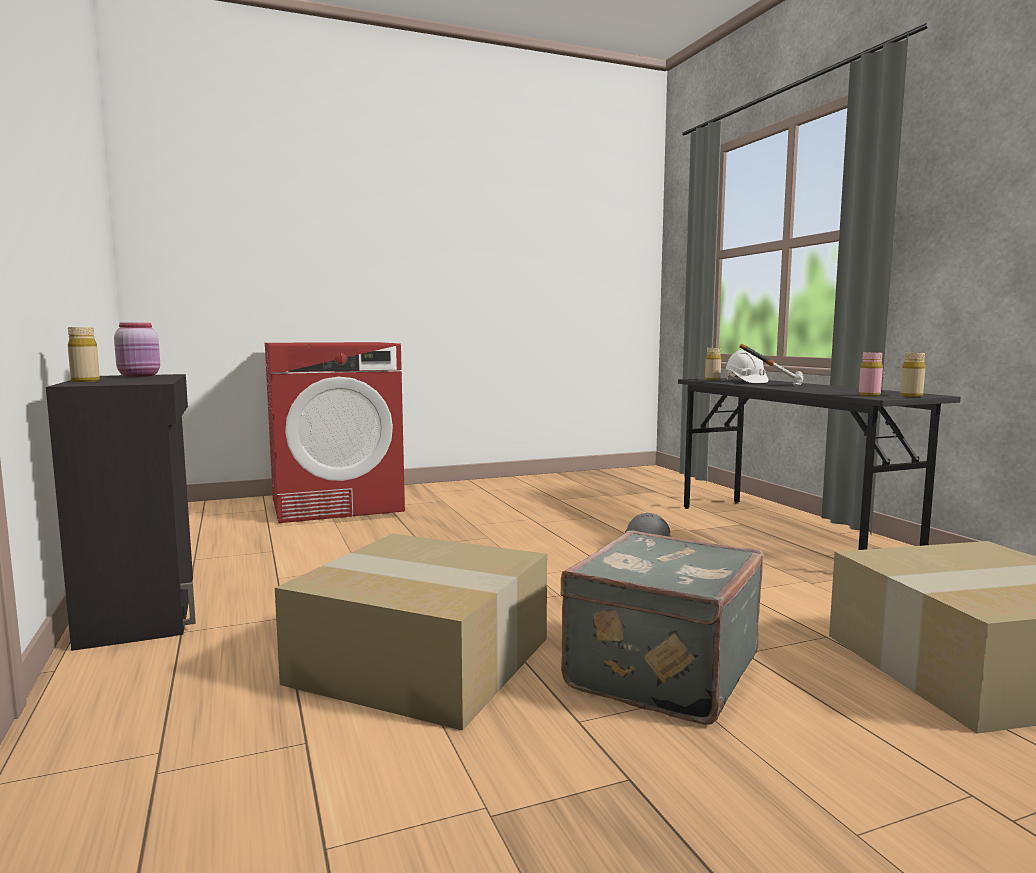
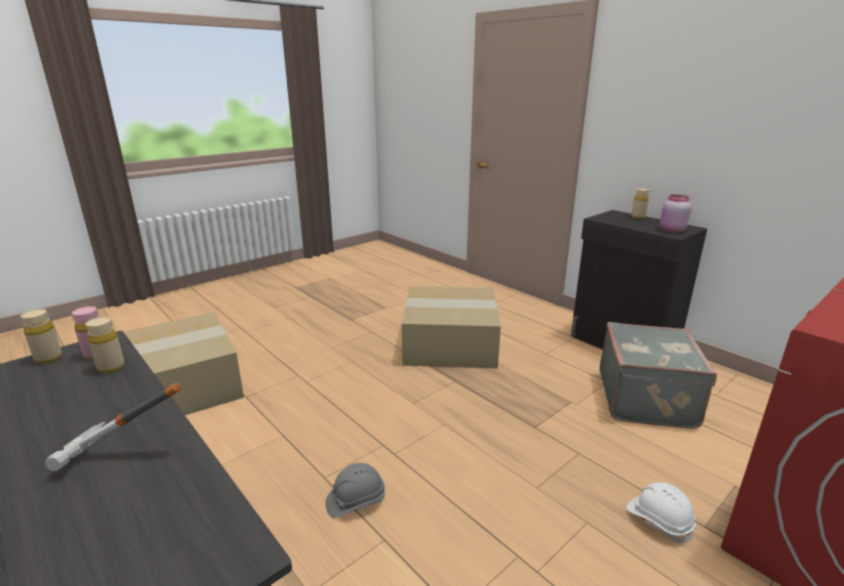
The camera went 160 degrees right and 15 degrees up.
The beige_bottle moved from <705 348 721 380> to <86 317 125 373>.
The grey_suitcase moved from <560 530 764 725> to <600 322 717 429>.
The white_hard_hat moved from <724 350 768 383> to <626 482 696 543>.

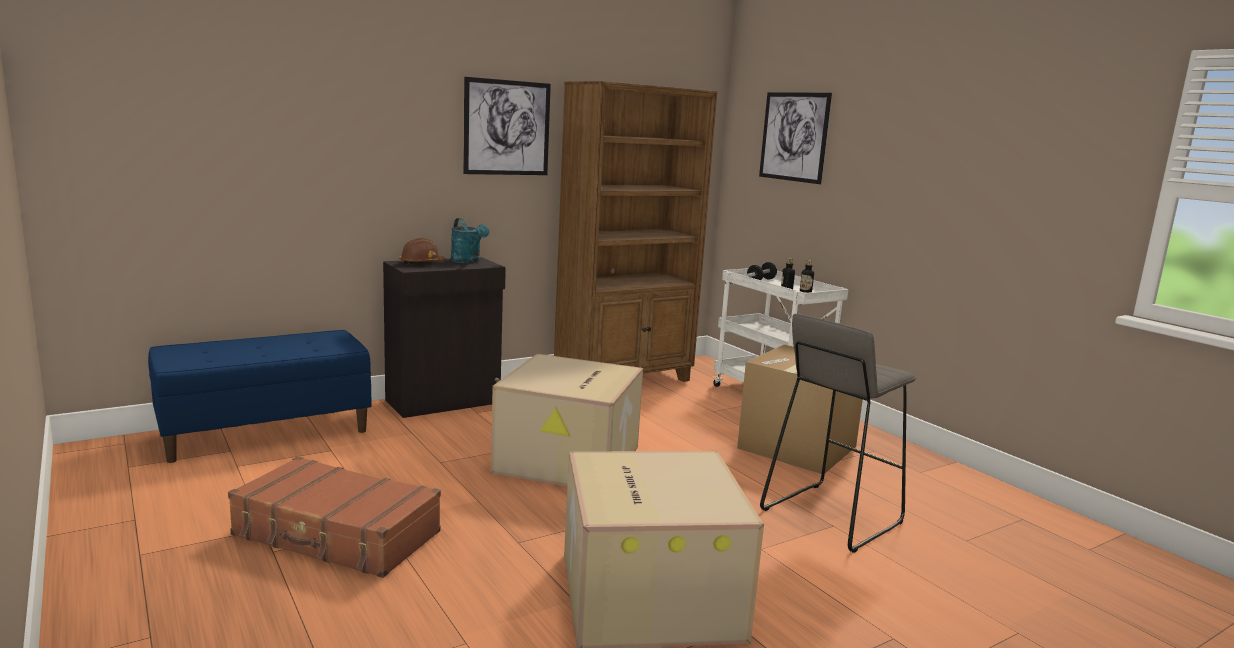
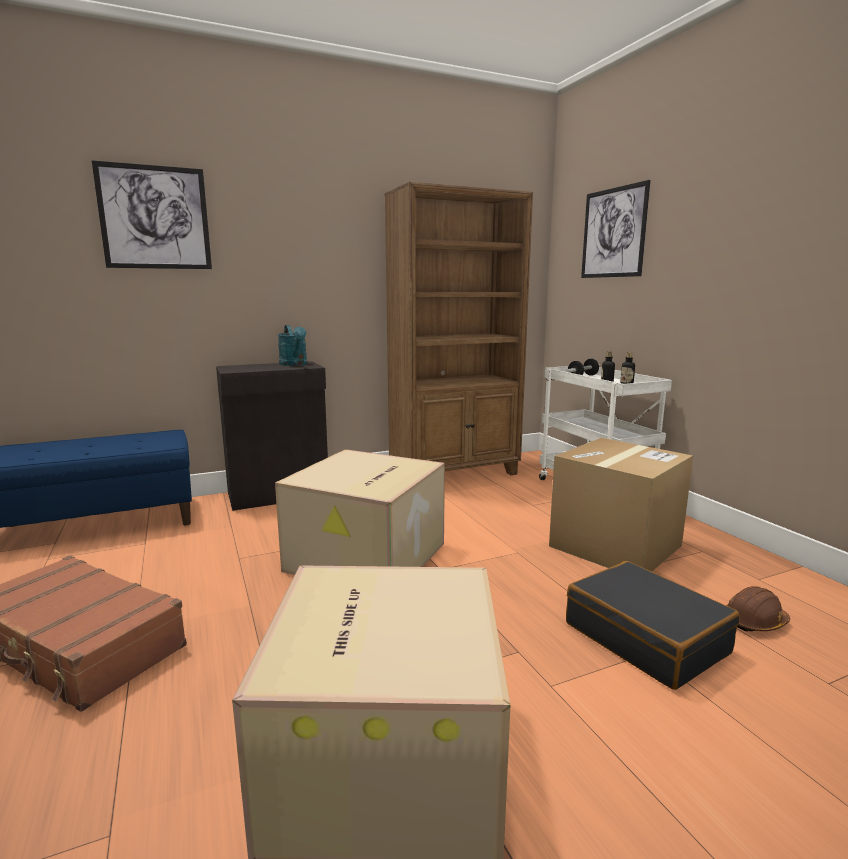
The camera went 10 degrees right and 0 degrees up.
The picture moved from <463 77 551 175> to <92 160 212 269>.
The grey_stool at <760 314 916 553> was replaced by the black_suitcase at <566 561 740 690>.
The brown_hard_hat moved from <399 238 446 265> to <726 586 790 632>.

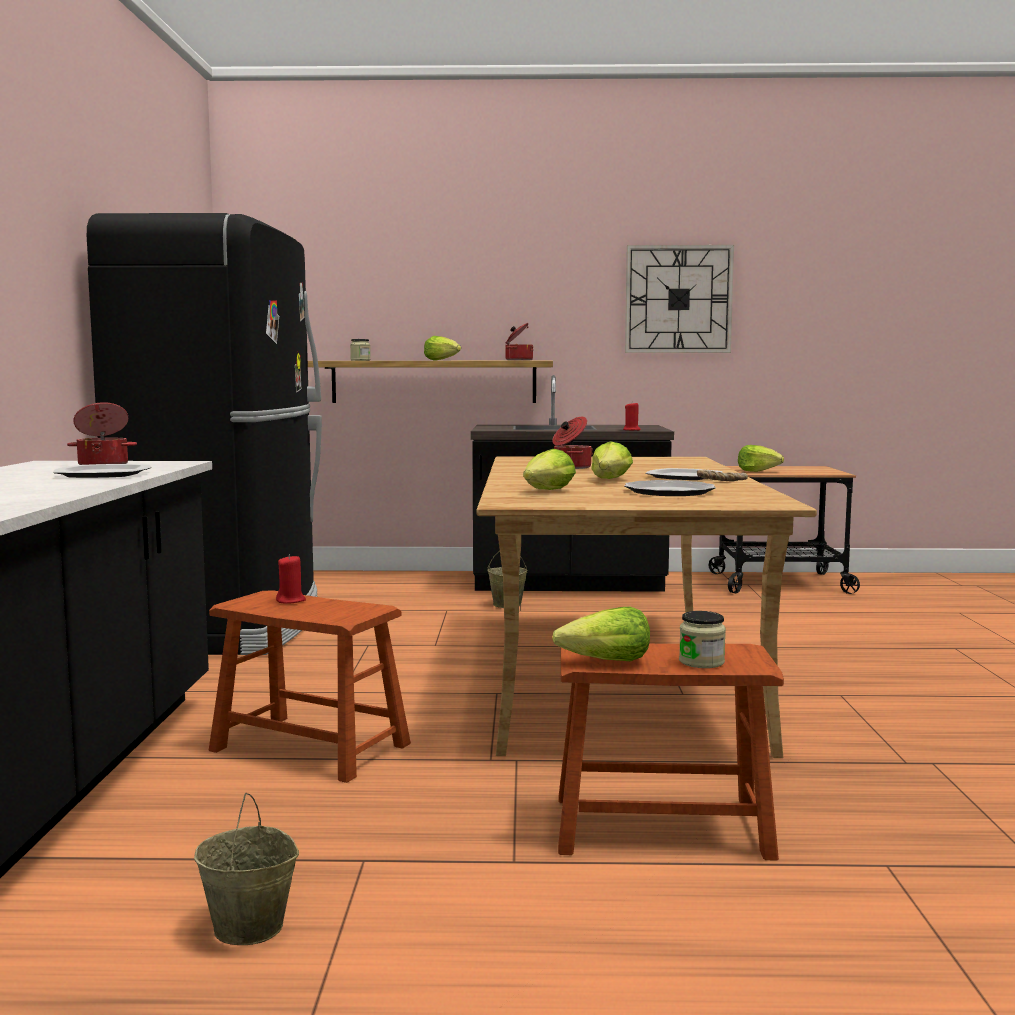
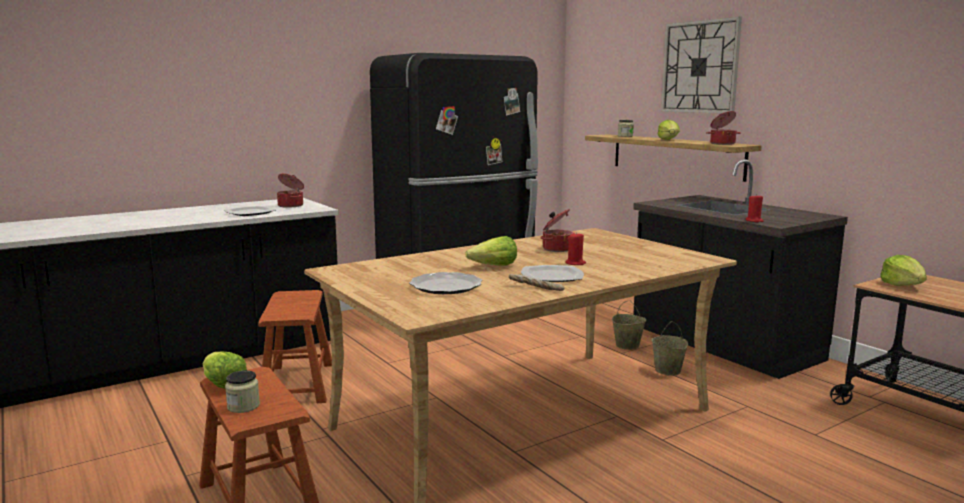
The camera went 55 degrees right and 5 degrees up.
The red_candle moved from <276 554 306 603> to <565 232 586 265>.
The beige_bucket moved from <194 793 299 945> to <652 321 688 376>.
The wall_clock moved from <625 245 734 353> to <661 17 742 114>.
The lettuce at <523 449 576 490> disappeared.

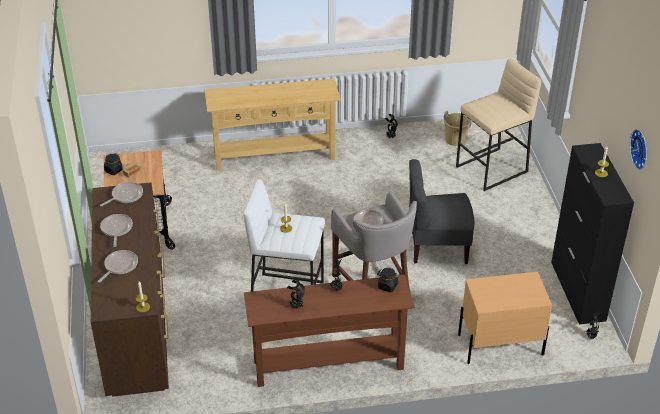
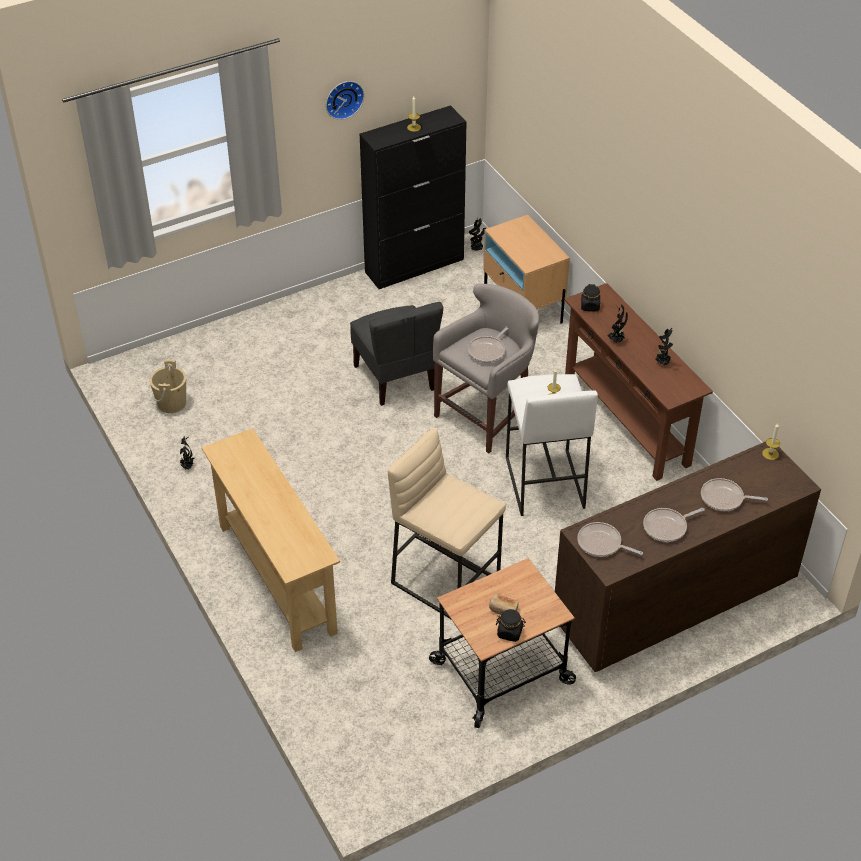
The camera went 110 degrees left and 5 degrees up.
The wall_clock moved from <630 129 647 170> to <326 81 364 120>.
The beige_stool moved from <456 58 542 191> to <388 428 506 619>.

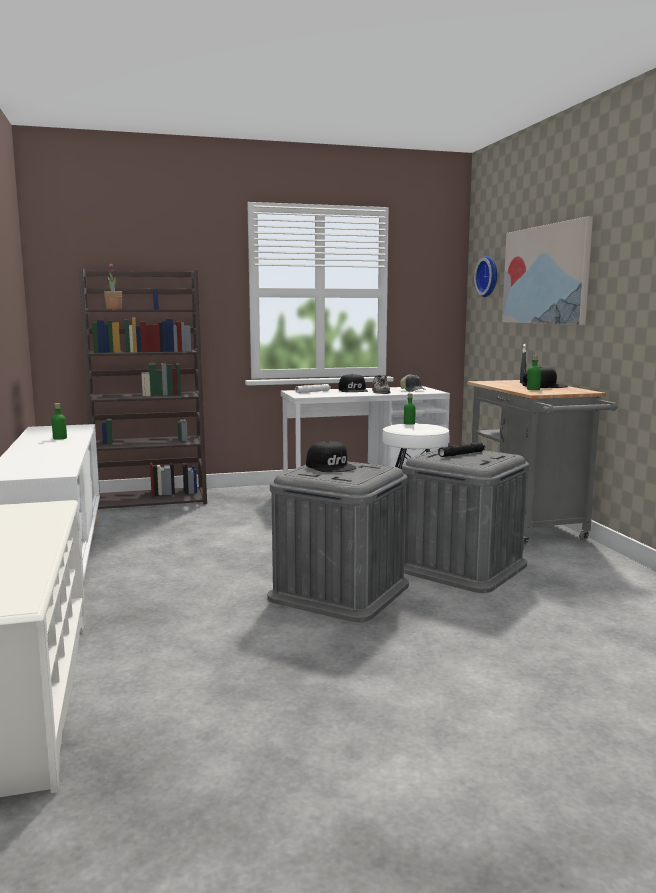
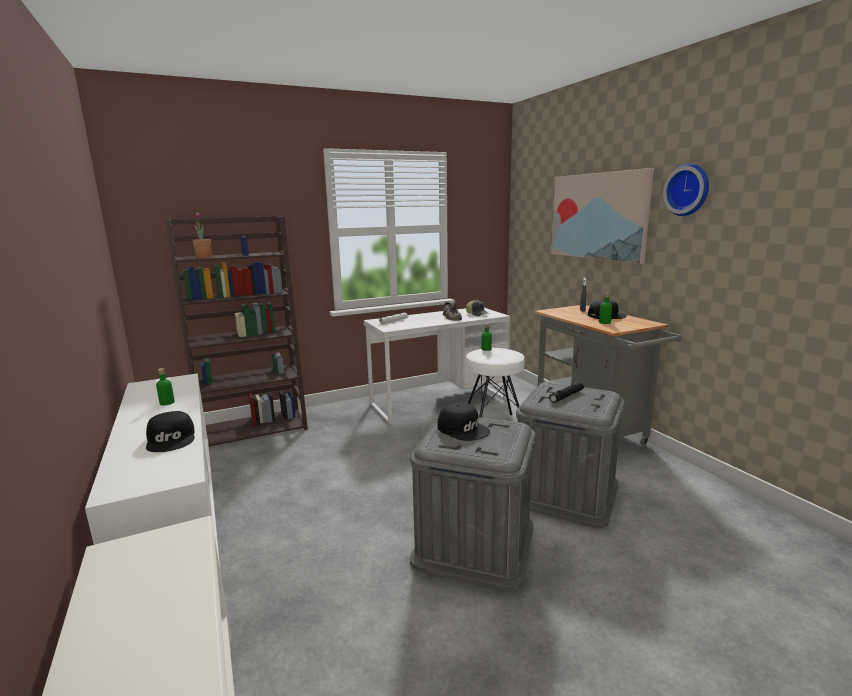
The camera went 10 degrees left and 5 degrees up.
The black_cap moved from <338 374 368 392> to <146 411 195 452>.
The wall_clock moved from <474 256 497 297> to <663 164 709 216>.

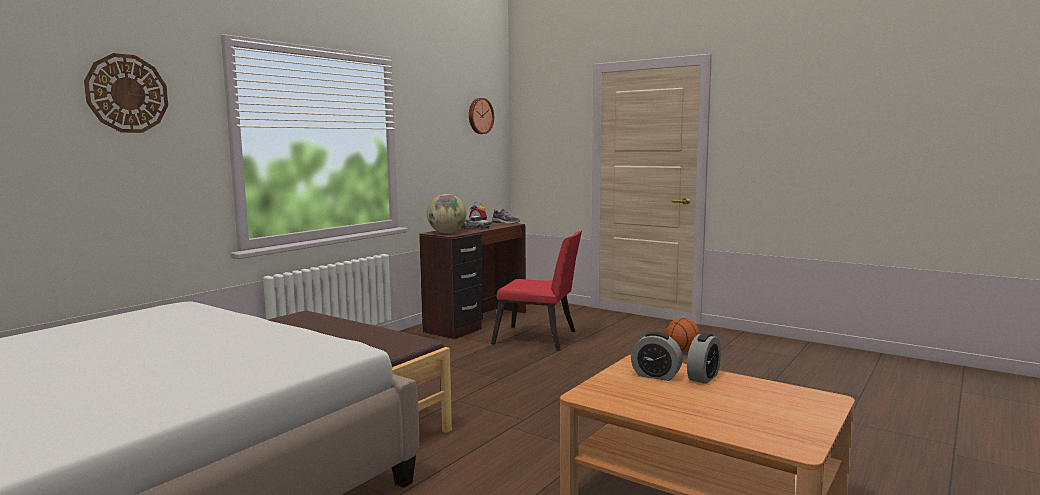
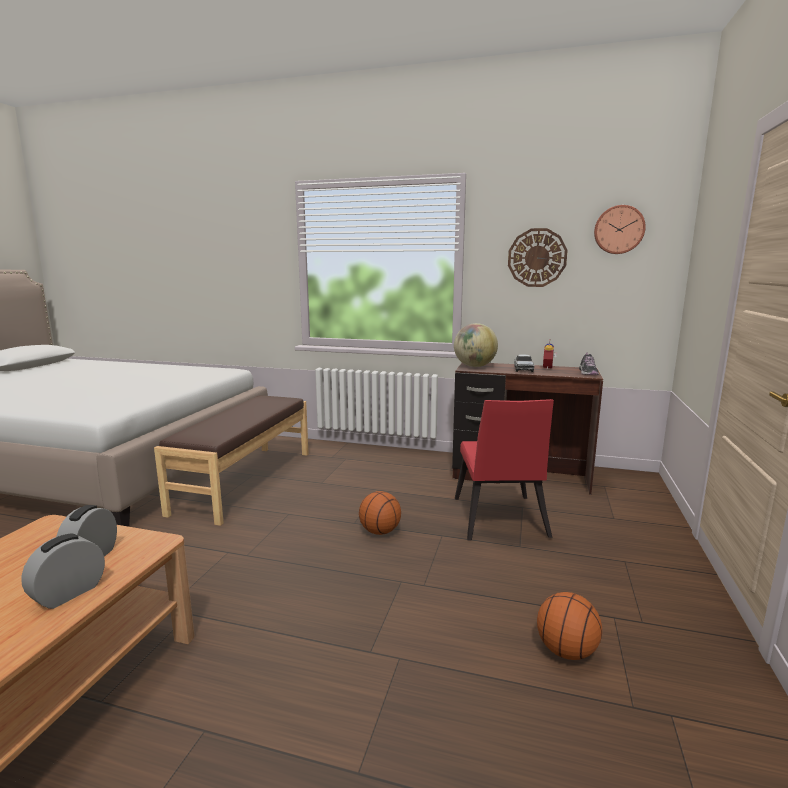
The camera went 70 degrees right and 5 degrees up.
The alarm_clock at <687 333 721 384> turned 105 degrees clockwise.
The basketball at <359 491 401 535> appeared.
The wall_clock moved from <84 53 168 133> to <508 228 568 287>.

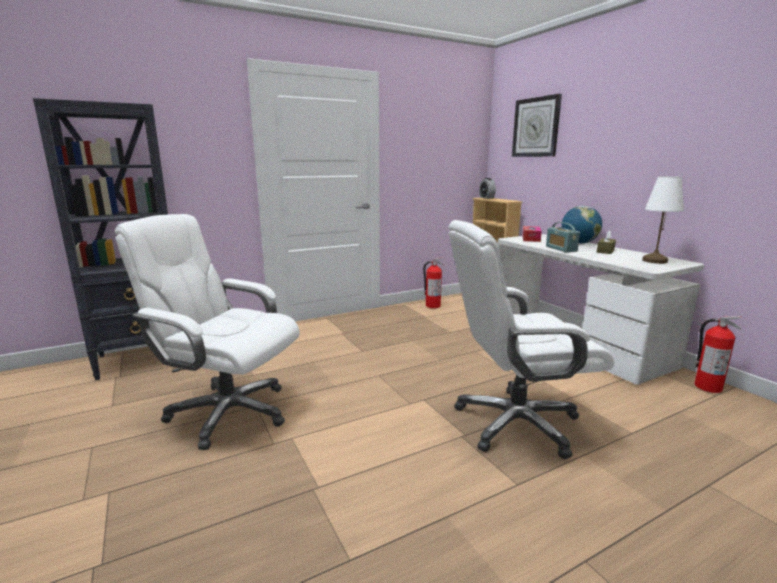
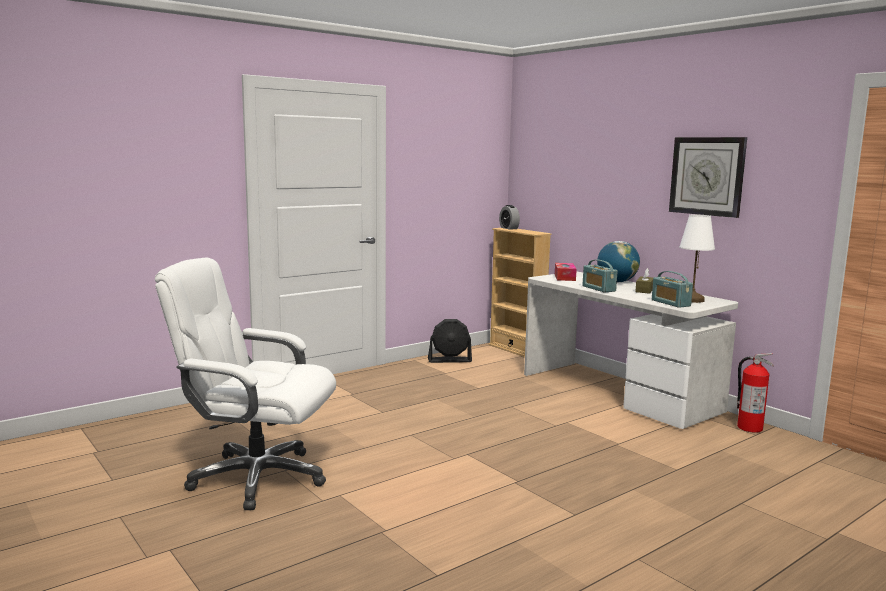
The camera went 10 degrees left and 5 degrees down.
The fire_extinguisher at <423 257 444 308> was replaced by the black_fan at <428 319 472 363>.
The radio at <652 271 693 308> appeared.
The wall_clock moved from <512 94 562 157> to <669 137 747 218>.
The black_bookcase at <33 98 168 380> disappeared.
The white_office_chair at <448 220 614 459> disappeared.

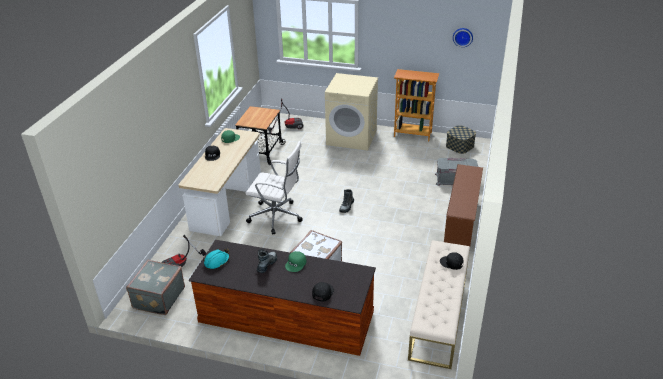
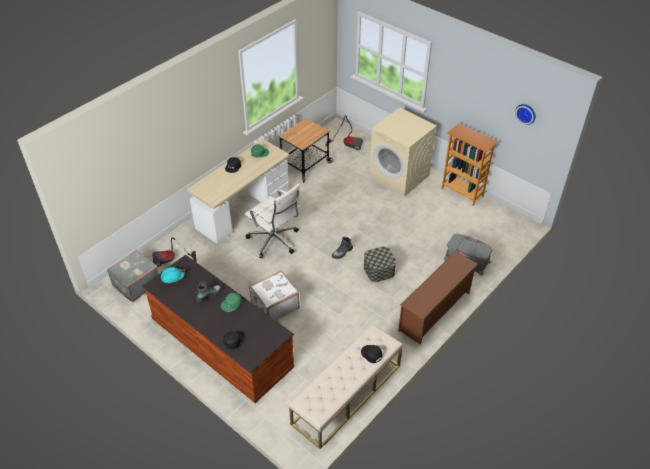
The camera went 25 degrees right and 10 degrees up.
The storage_box moved from <446 125 476 154> to <364 247 396 282>.

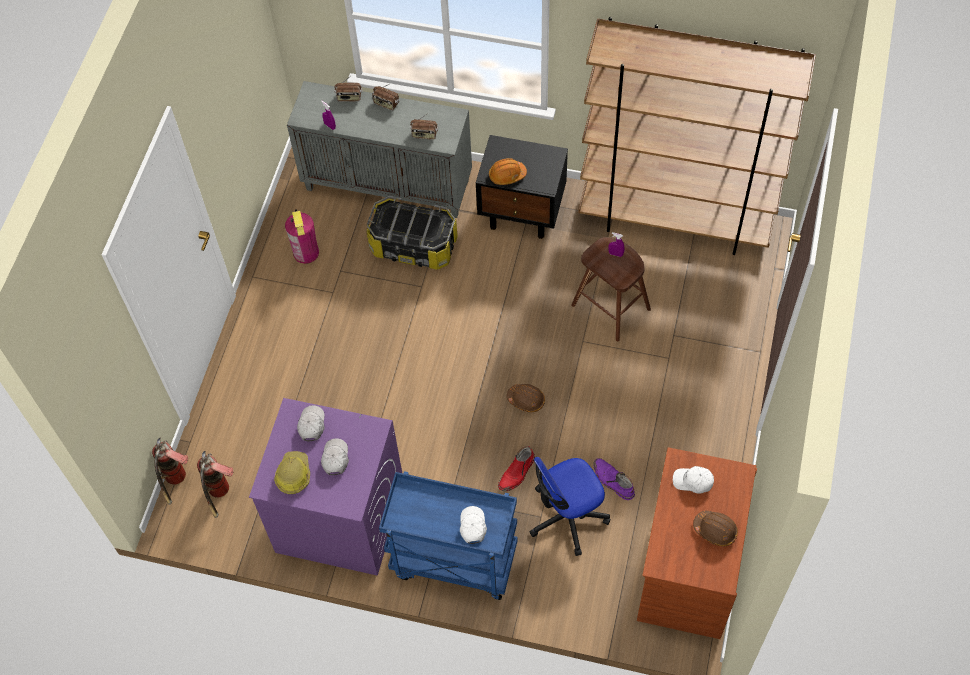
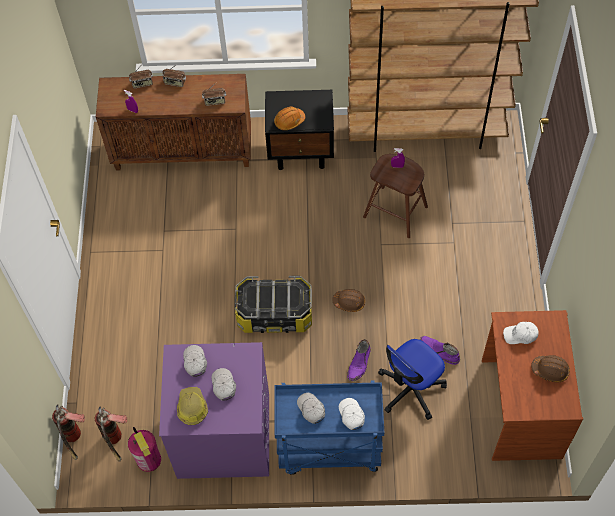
The camera went 15 degrees left and 0 degrees up.
The grey_cabinet at <287 81 472 218> became the brown_cabinet at <96 74 251 171>.
The fire_extinguisher moved from <285 209 319 264> to <128 427 161 472>.
The storage_box moved from <366 196 458 270> to <235 276 312 333>.
The white_cap at <297 393 325 424> appeared.
The red_boot at <498 446 535 491> became the purple_boot at <347 339 371 381>.

